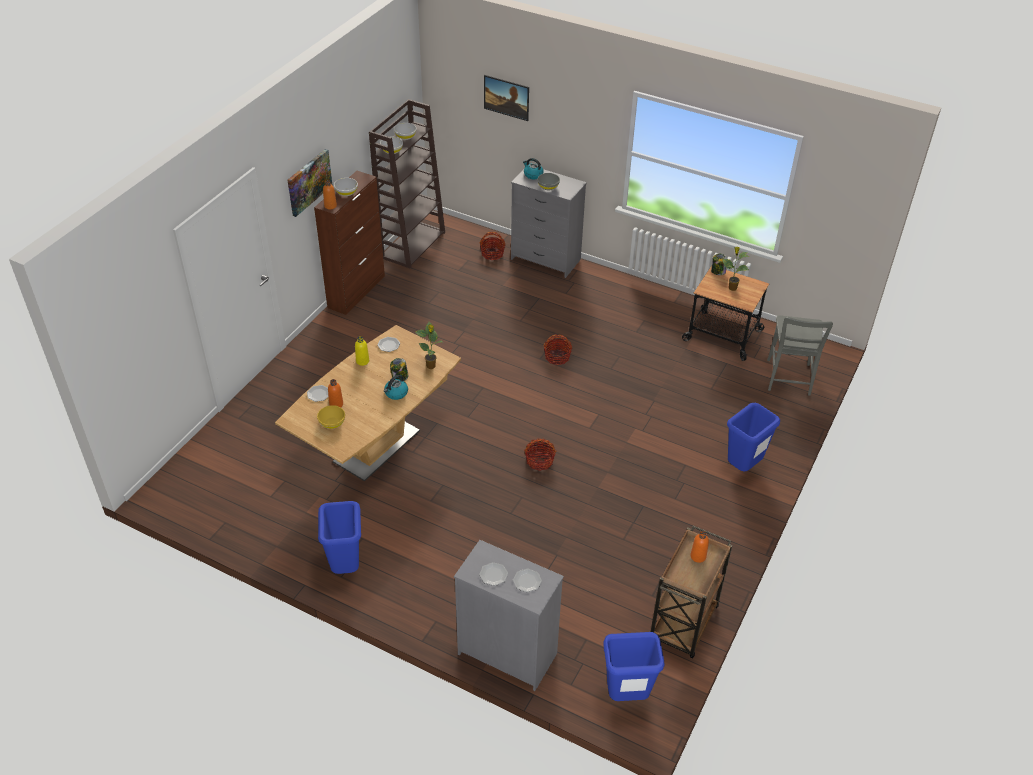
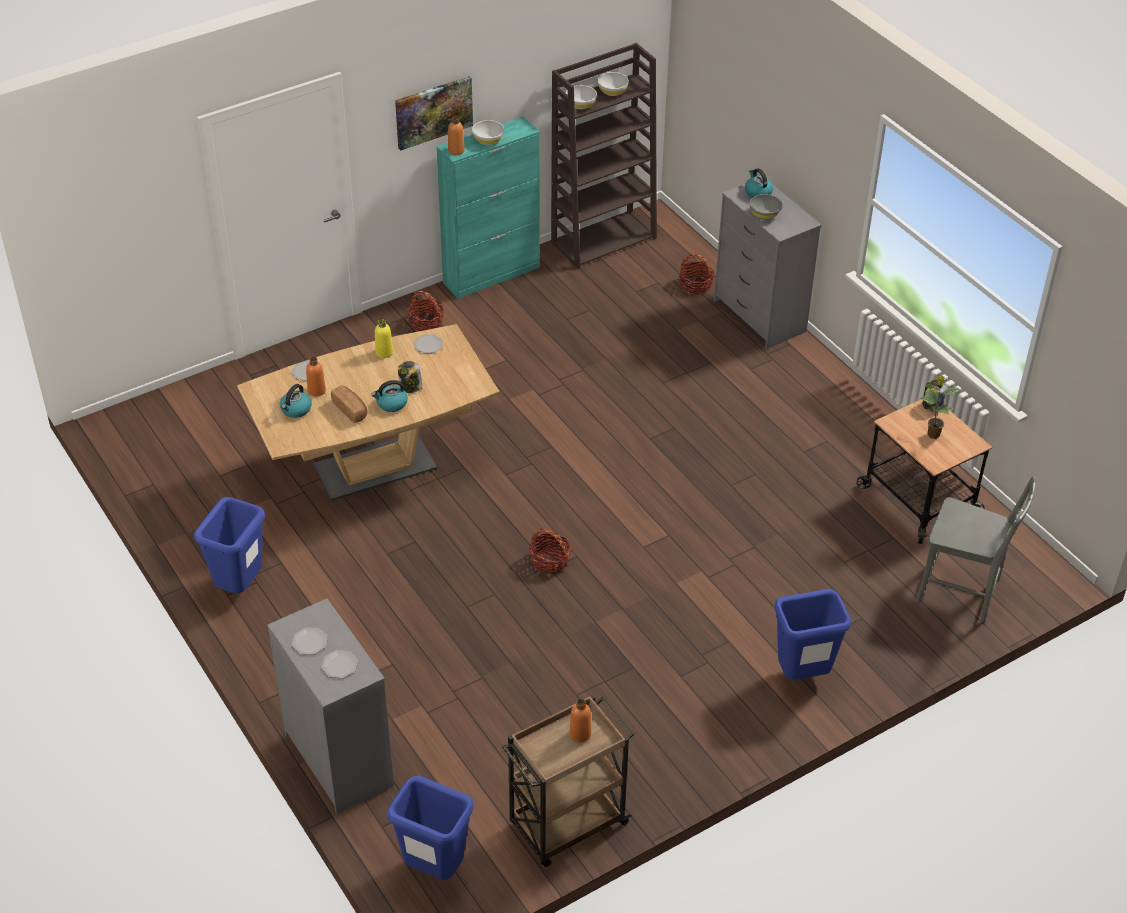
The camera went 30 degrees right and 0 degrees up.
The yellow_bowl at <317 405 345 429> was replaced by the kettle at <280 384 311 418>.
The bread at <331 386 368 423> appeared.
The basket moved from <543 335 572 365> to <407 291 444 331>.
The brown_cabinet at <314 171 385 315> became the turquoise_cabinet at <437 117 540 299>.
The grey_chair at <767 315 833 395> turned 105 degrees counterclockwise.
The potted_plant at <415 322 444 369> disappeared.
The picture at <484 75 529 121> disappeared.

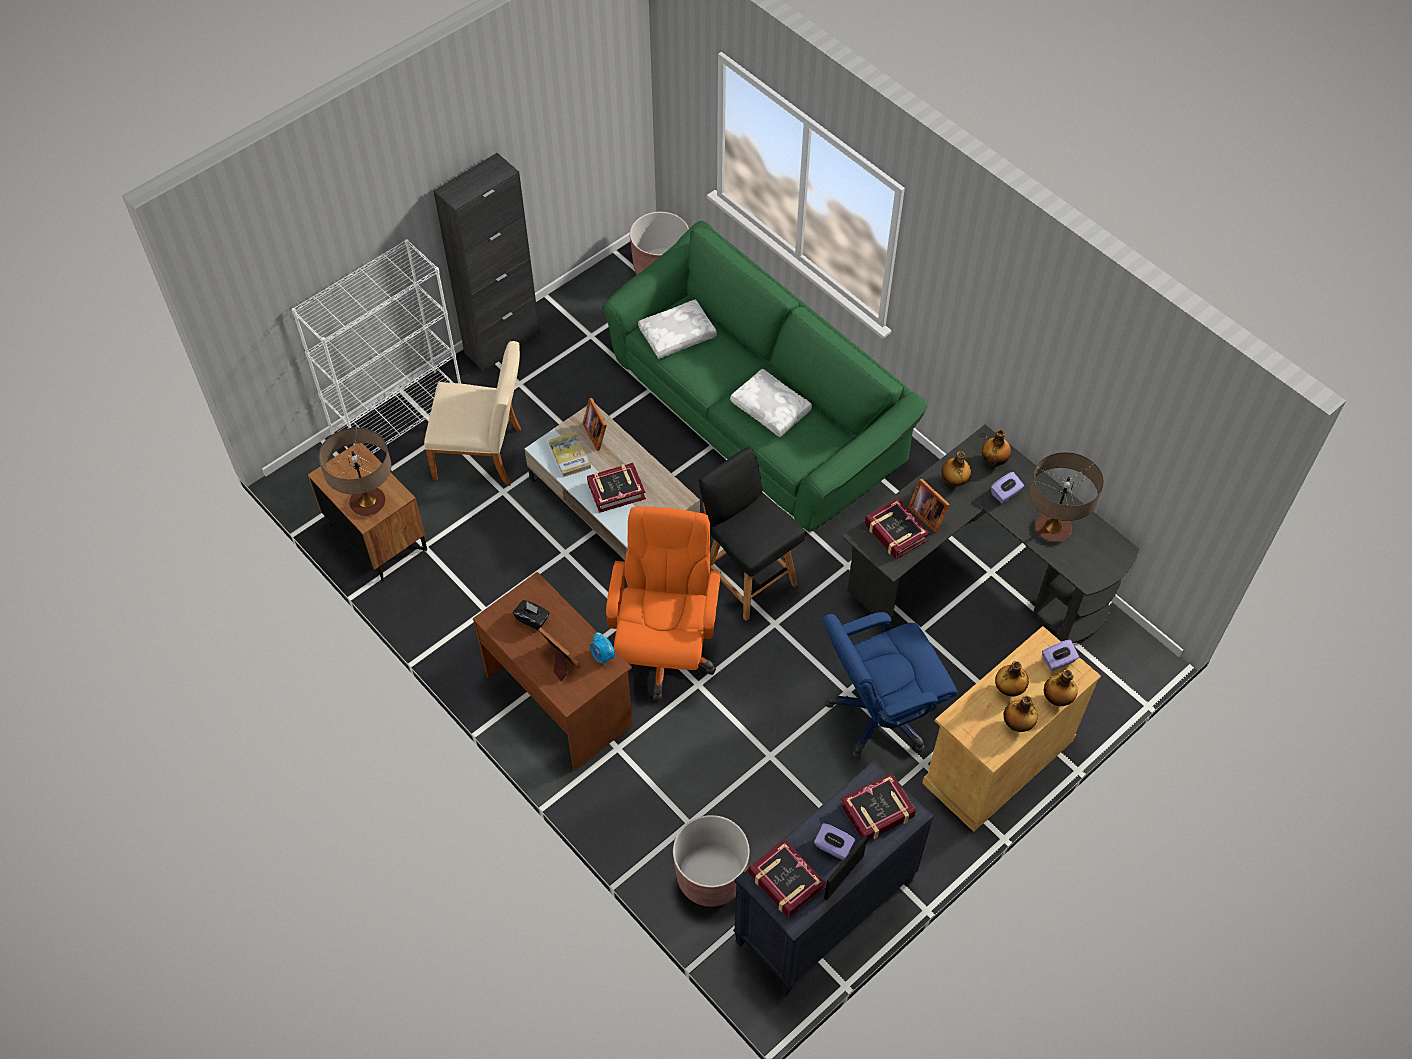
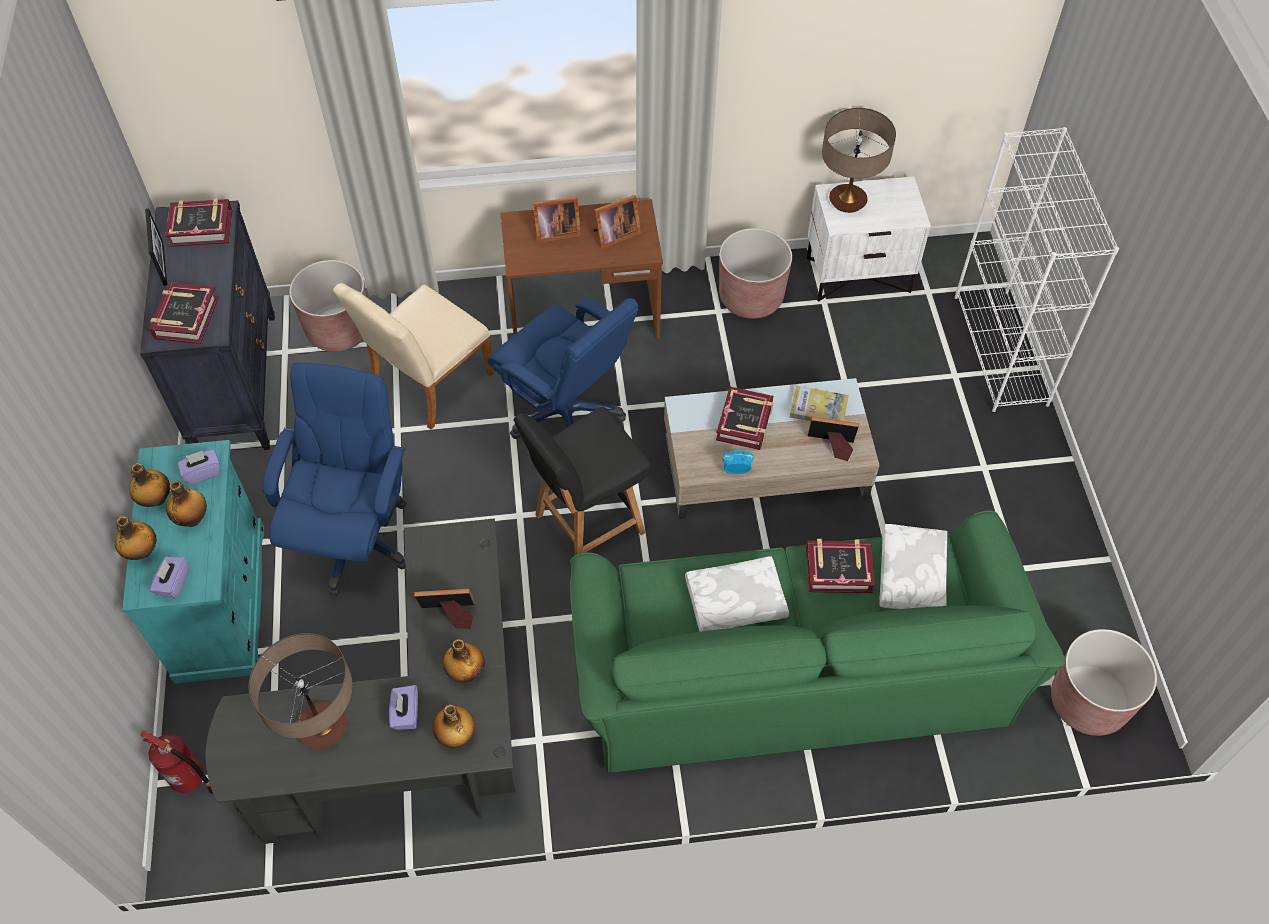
The camera went 125 degrees right and 0 degrees up.
The beige_cabinet at <922 626 1101 832> became the turquoise_cabinet at <122 440 264 684>.
The fire_extinguisher at <140 730 213 794> appeared.
The purple_tissue_box moved from <814 823 855 860> to <177 449 220 485>.
The beige_chair moved from <424 341 521 486> to <333 283 494 429>.
The orange_office_chair at <606 507 721 701> became the blue_office_chair at <487 298 638 439>.
The black_chair at <698 447 805 621> turned 150 degrees clockwise.
The black_tissue_box at <513 600 550 630> was replaced by the picture_frame at <593 195 641 249>.
The brown_planter at <719 228 792 319> appeared.
The alarm_clock moved from <590 632 615 666> to <722 450 754 474>.
The brown_nightstand at <308 443 427 581> became the white_nightstand at <806 176 931 302>.
The book moved from <865 498 929 559> to <806 539 875 593>.
The black_cabinet at <433 153 540 371> disappeared.

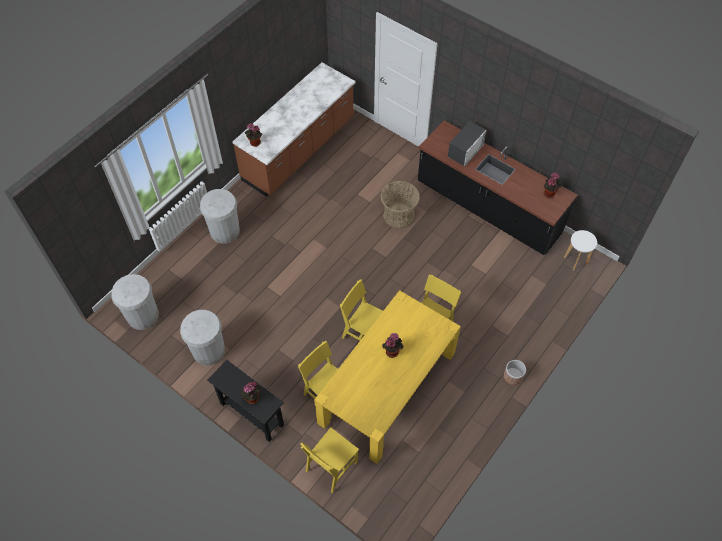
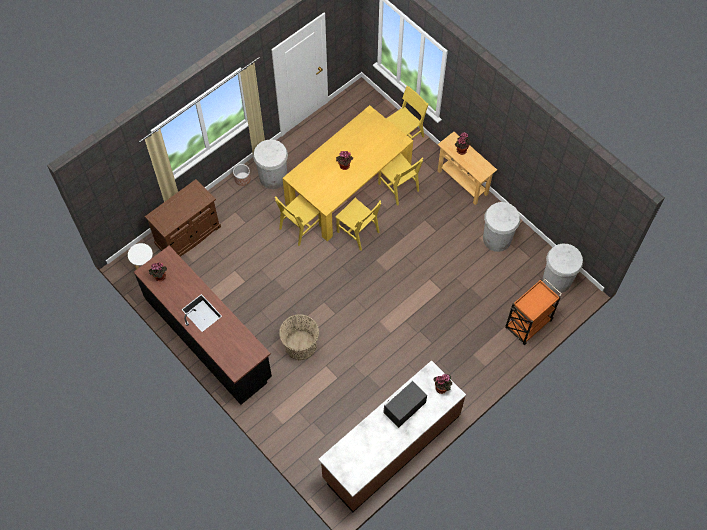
The camera went 170 degrees left and 5 degrees up.
The brown_cabinet at <145 179 221 256> appeared.
The white_trash_can moved from <200 189 240 244> to <253 139 288 189>.
The microwave moved from <448 121 487 166> to <383 380 427 428>.
The black_console_table at <207 360 284 442> became the beige_console_table at <437 132 497 205>.
The orange_cart at <505 279 562 345> appeared.

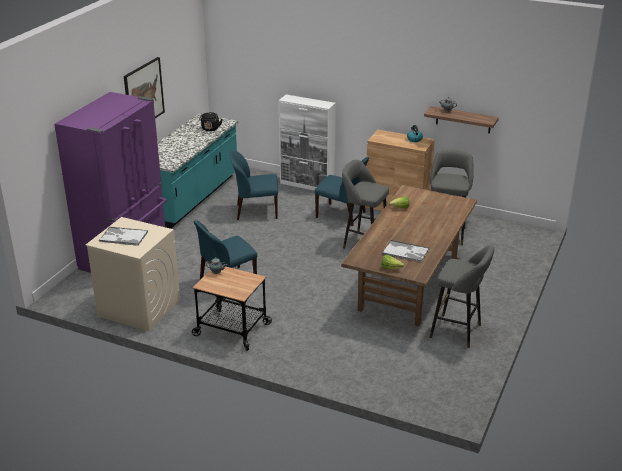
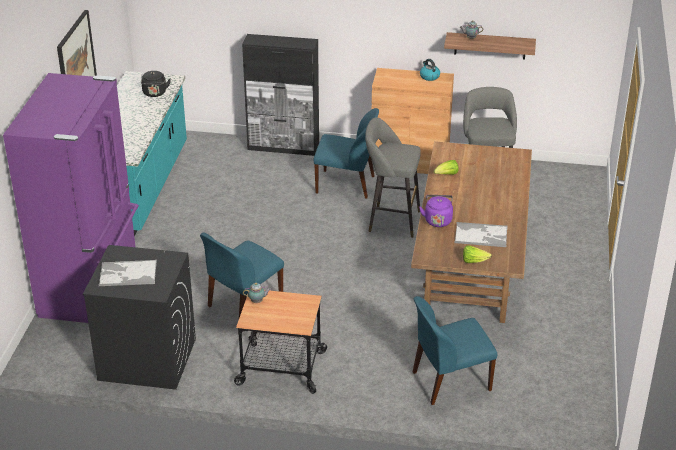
The camera went 15 degrees left and 5 degrees up.
The beige_washing_machine at <85 217 180 331> became the black_washing_machine at <83 245 196 390>.
The white_cabinet at <279 94 336 191> became the black_cabinet at <242 34 319 156>.
The blue_chair moved from <230 150 278 220> to <413 296 497 405>.
The purple_kettle at <419 195 453 227> appeared.
The grey_stool at <430 245 494 348> disappeared.

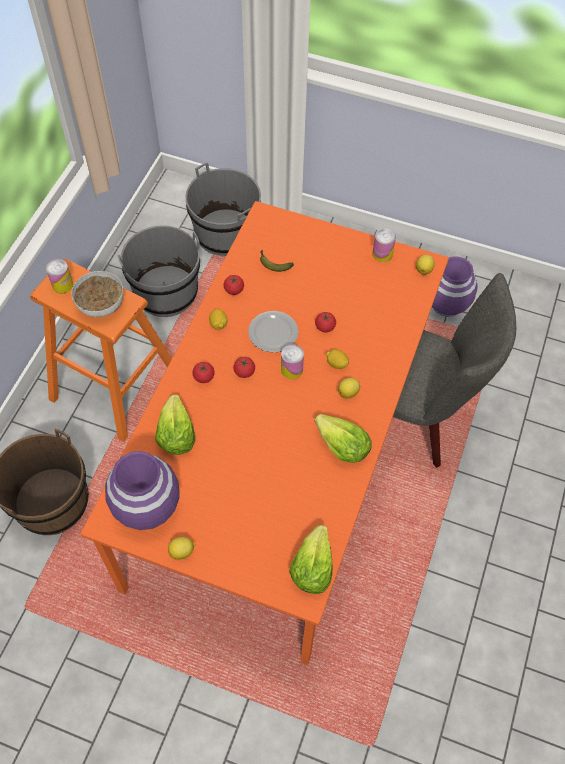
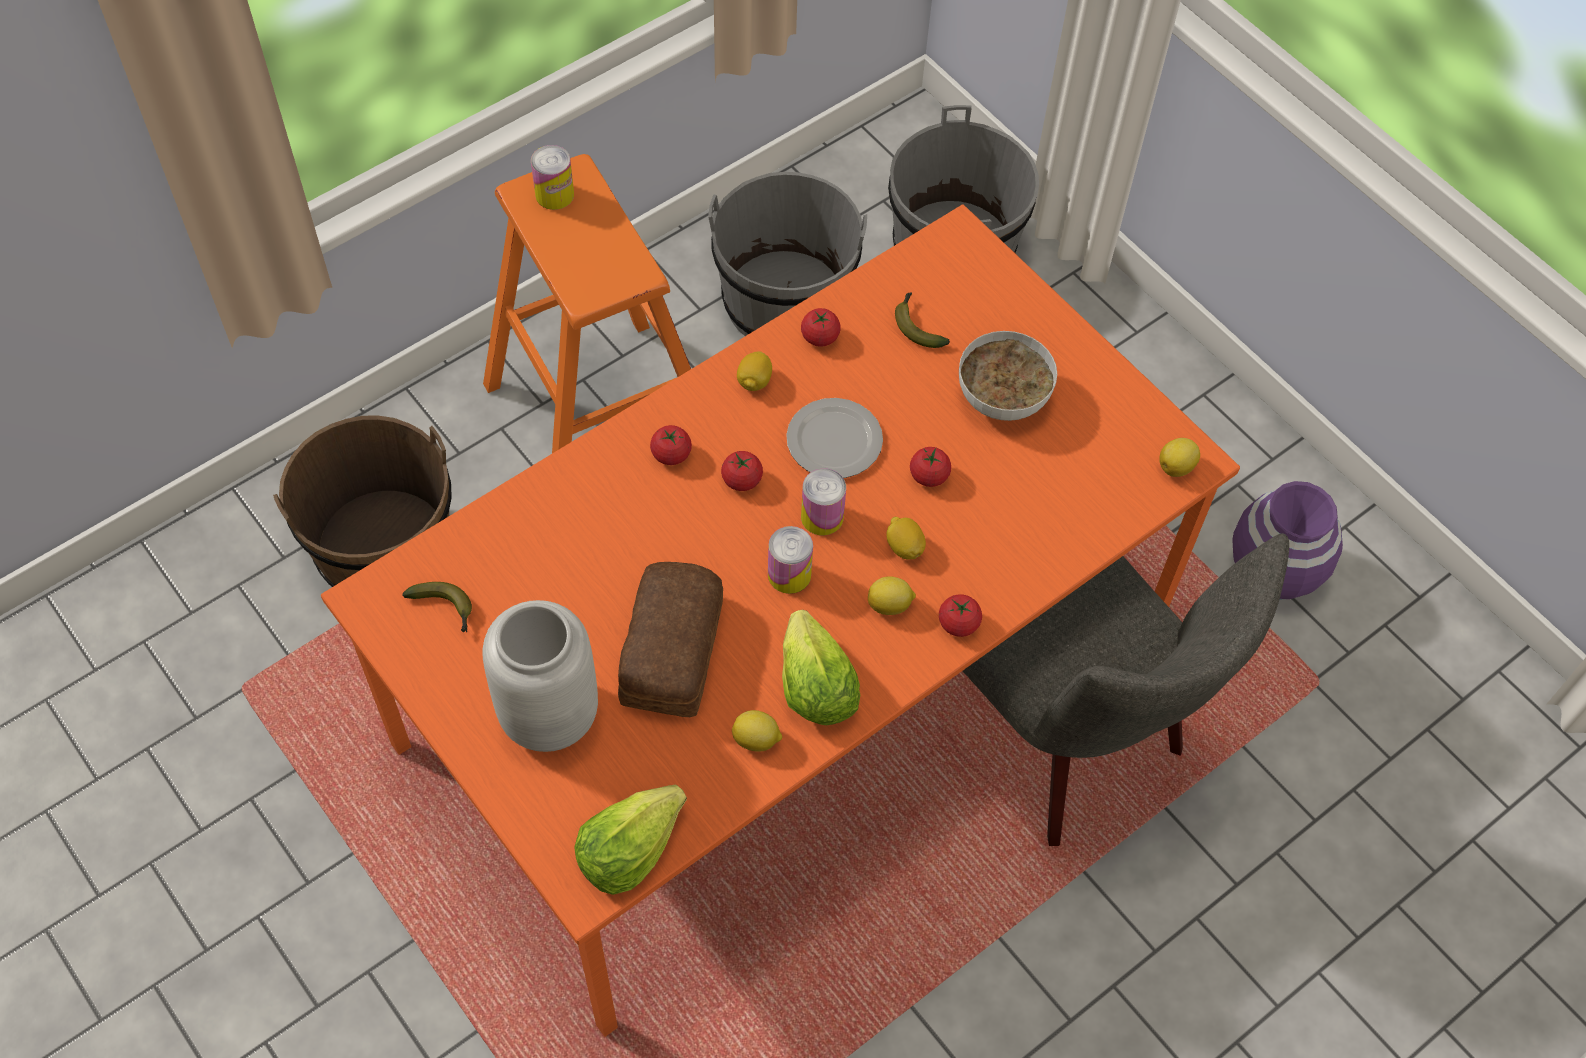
The camera went 30 degrees right and 0 degrees up.
The purple_vase at <105 451 180 530> was replaced by the banana at <402 582 472 632>.
The grey_vase at <483 600 598 752> appeared.
The bread at <618 562 723 717> appeared.
The lemon moved from <168 537 195 560> to <732 710 783 752>.
The can moved from <372 228 396 262> to <768 526 813 594>.
The tomato at <939 594 982 637> appeared.
The bowl moved from <72 271 123 317> to <959 331 1057 421>.
The lettuce at <155 394 195 455> disappeared.

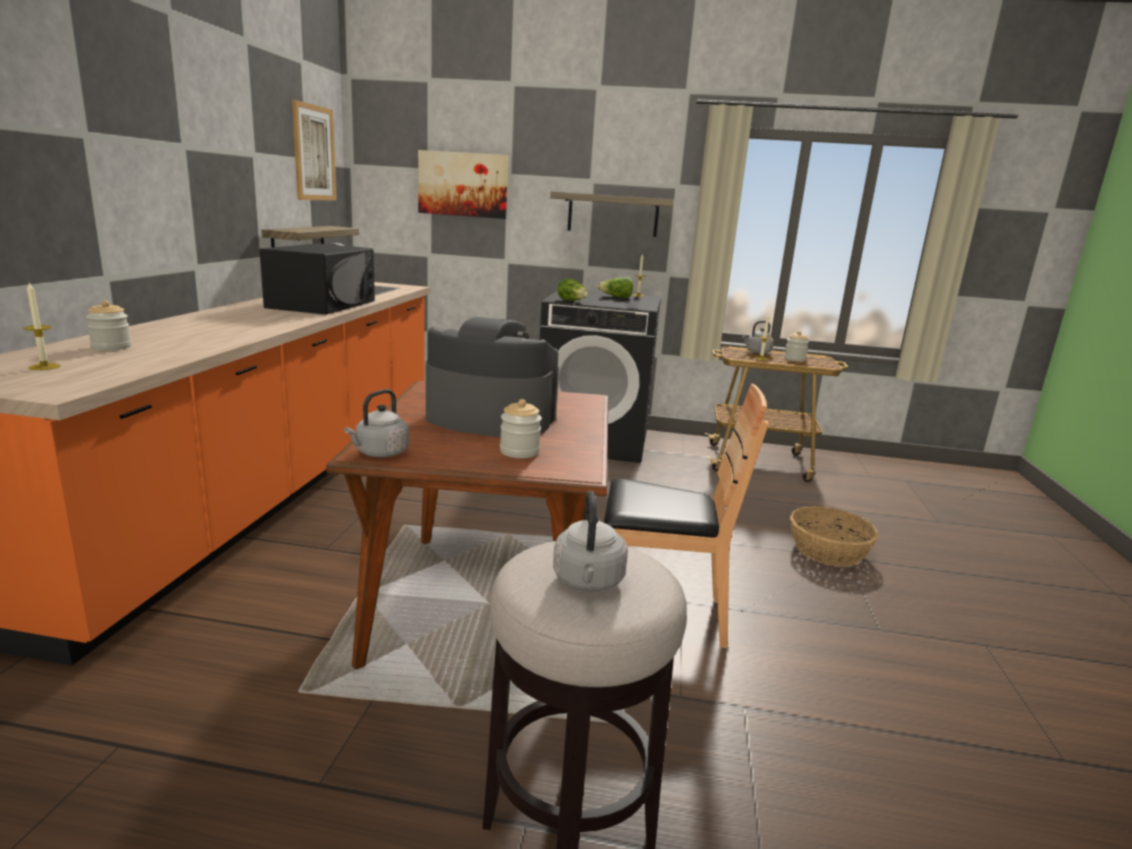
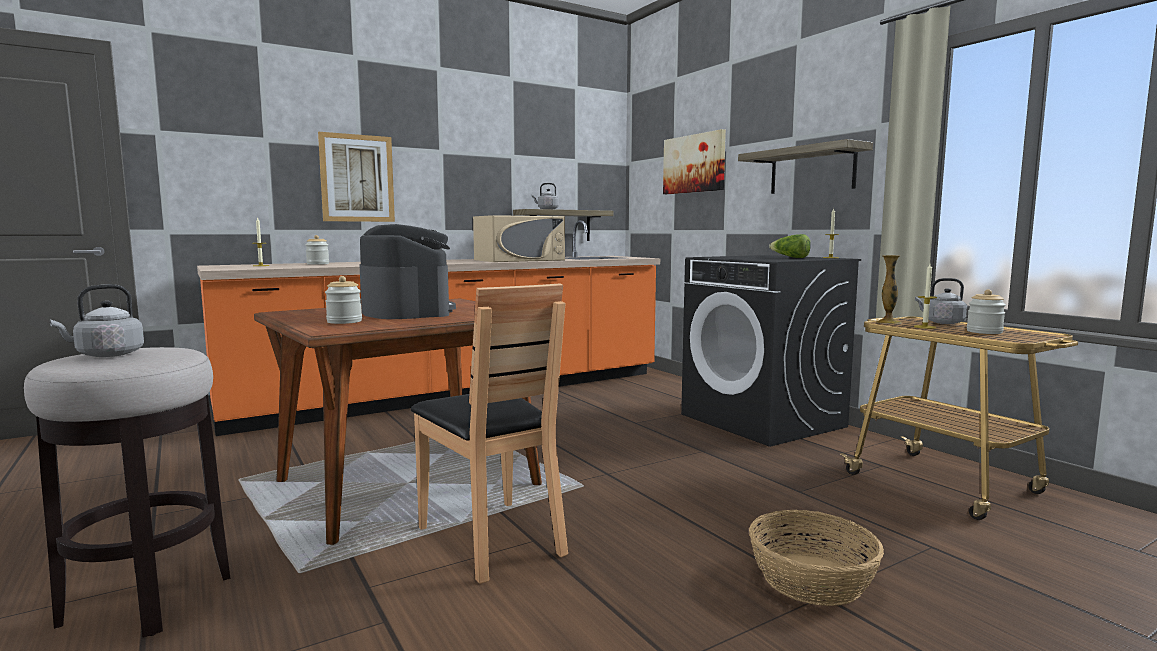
The camera went 50 degrees right and 10 degrees down.
The picture moved from <292 100 337 201> to <318 132 395 222>.
The black_microwave at <259 243 375 315> became the beige_microwave at <473 215 565 262>.
The grey_kettle moved from <344 389 409 457> to <532 183 559 209>.
The vase at <876 255 901 324> appeared.
The lettuce at <557 278 588 301> disappeared.

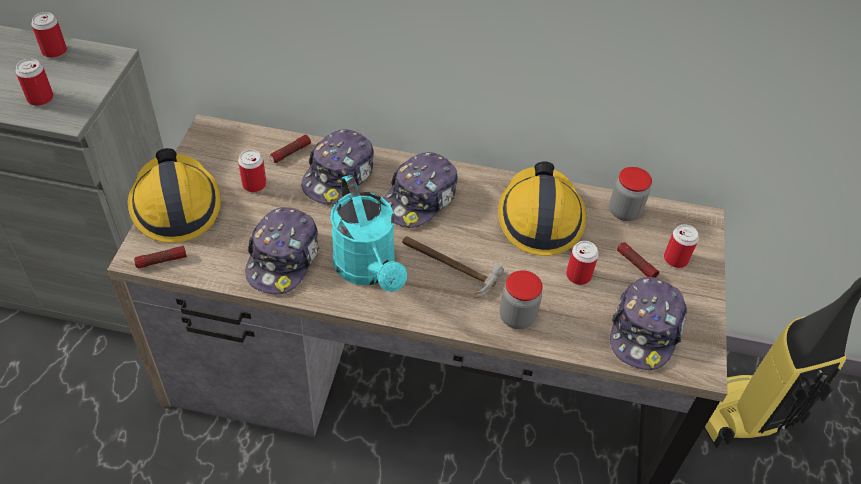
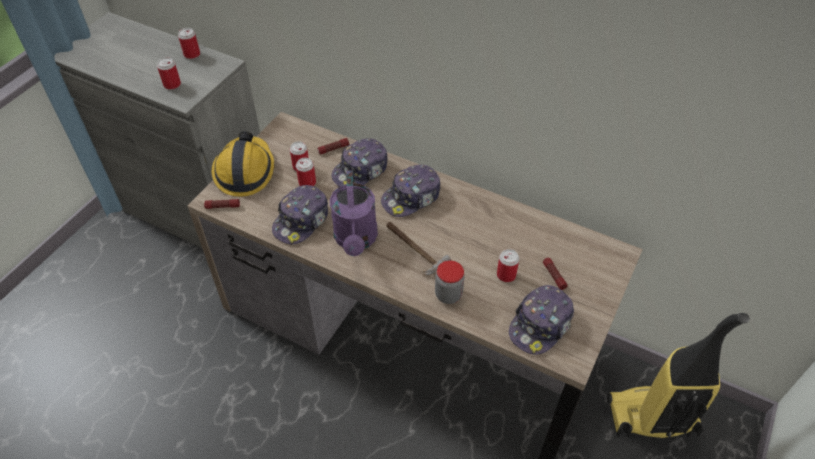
The camera went 20 degrees right and 0 degrees up.
The can moved from <664 224 699 268> to <296 158 316 186>.
The turquoise_watering_can at <330 175 407 292> became the purple_watering_can at <330 170 378 256>.
The hard_hat at <498 161 587 256> disappeared.
The jar at <609 167 652 221> disappeared.

